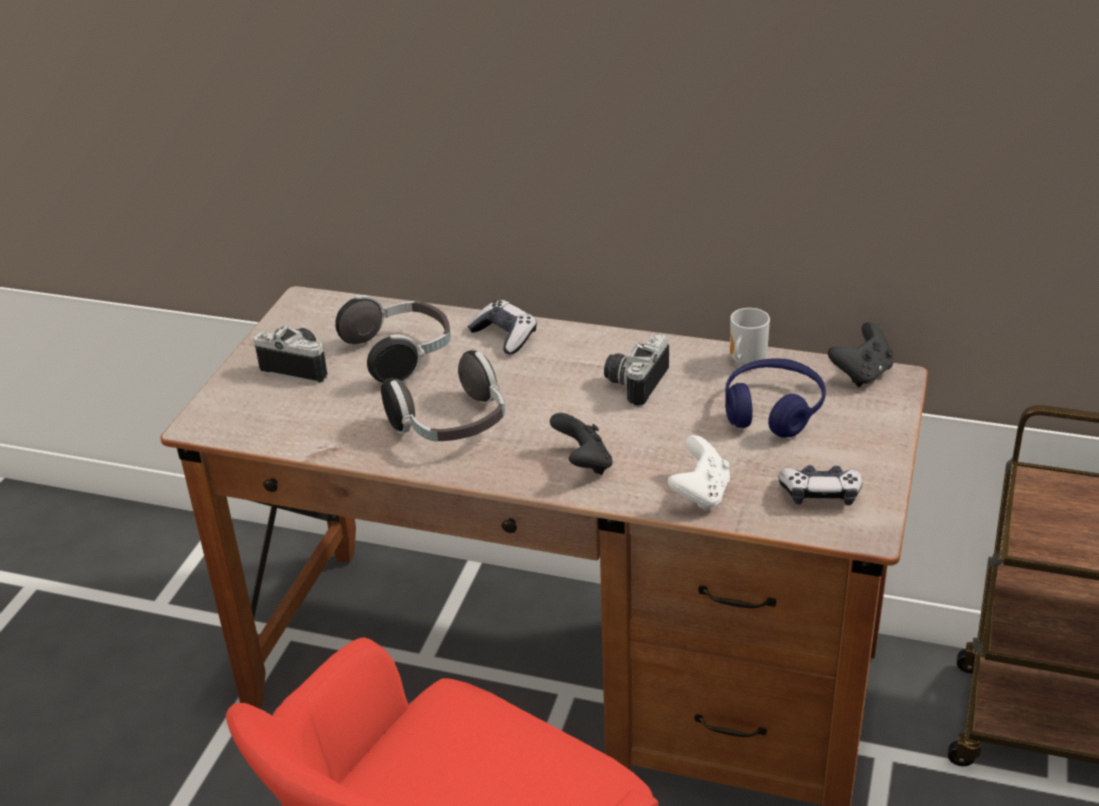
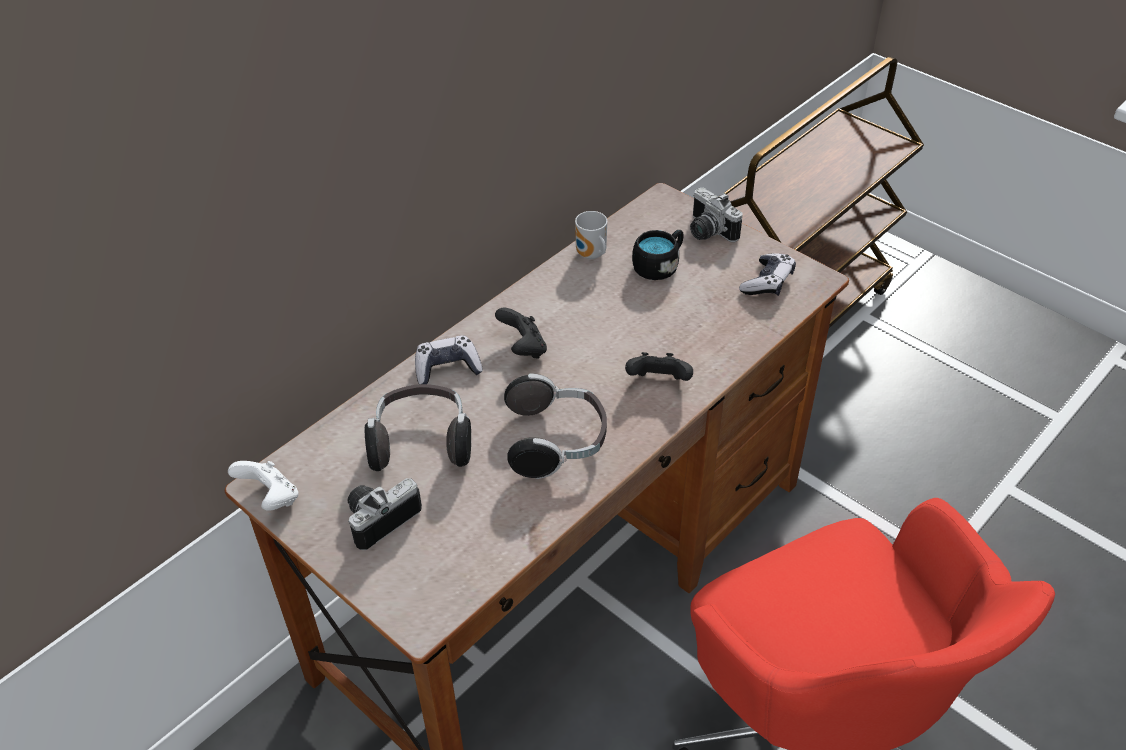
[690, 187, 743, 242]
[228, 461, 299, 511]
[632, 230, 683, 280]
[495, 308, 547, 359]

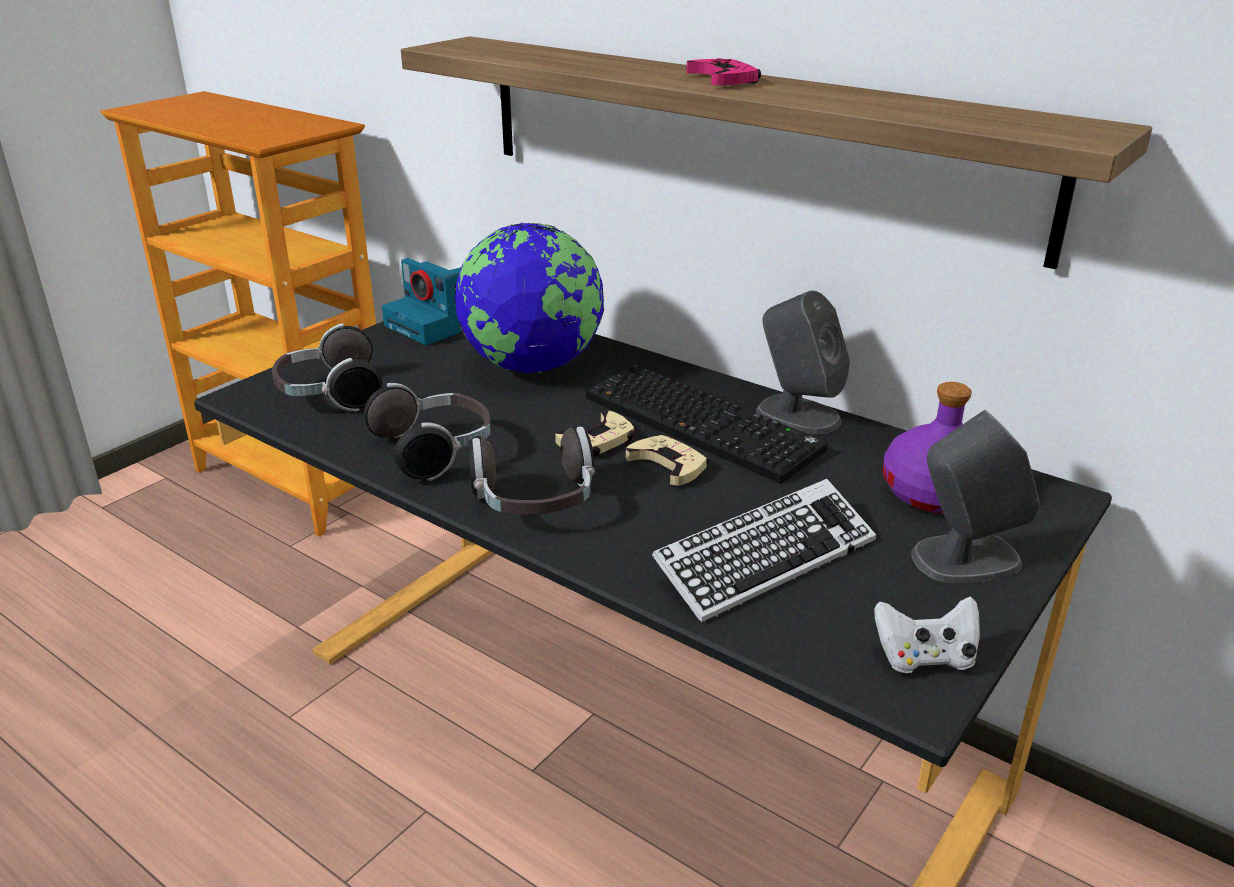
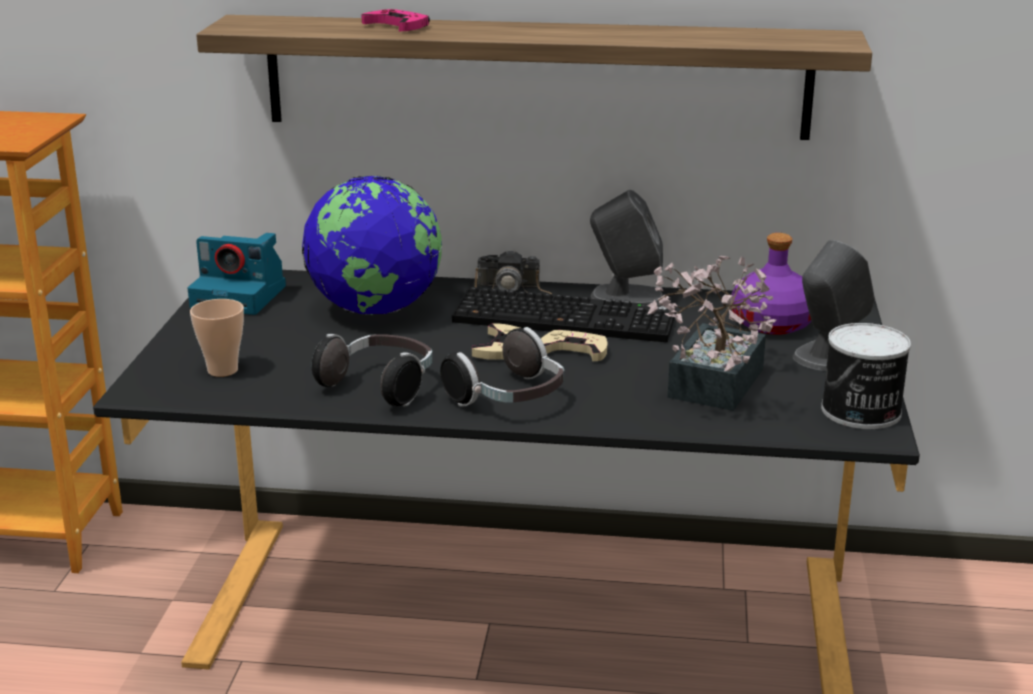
[190, 299, 244, 377]
[648, 256, 776, 411]
[362, 9, 430, 31]
[821, 323, 911, 429]
[475, 249, 552, 294]

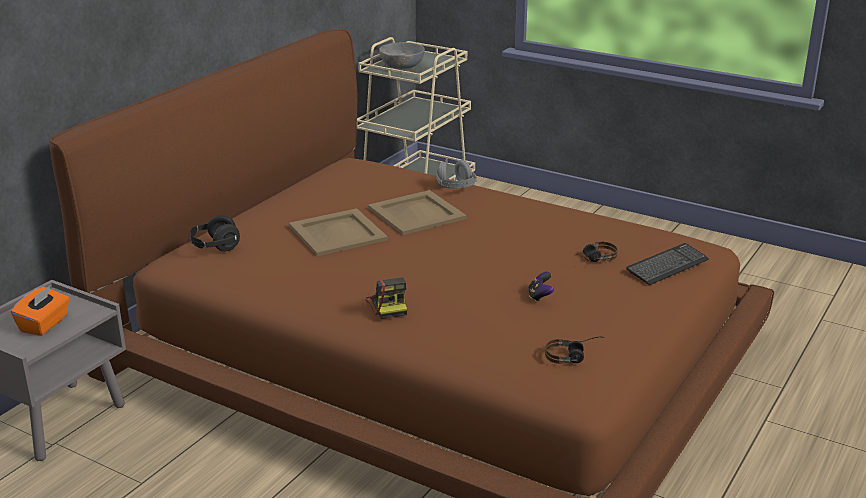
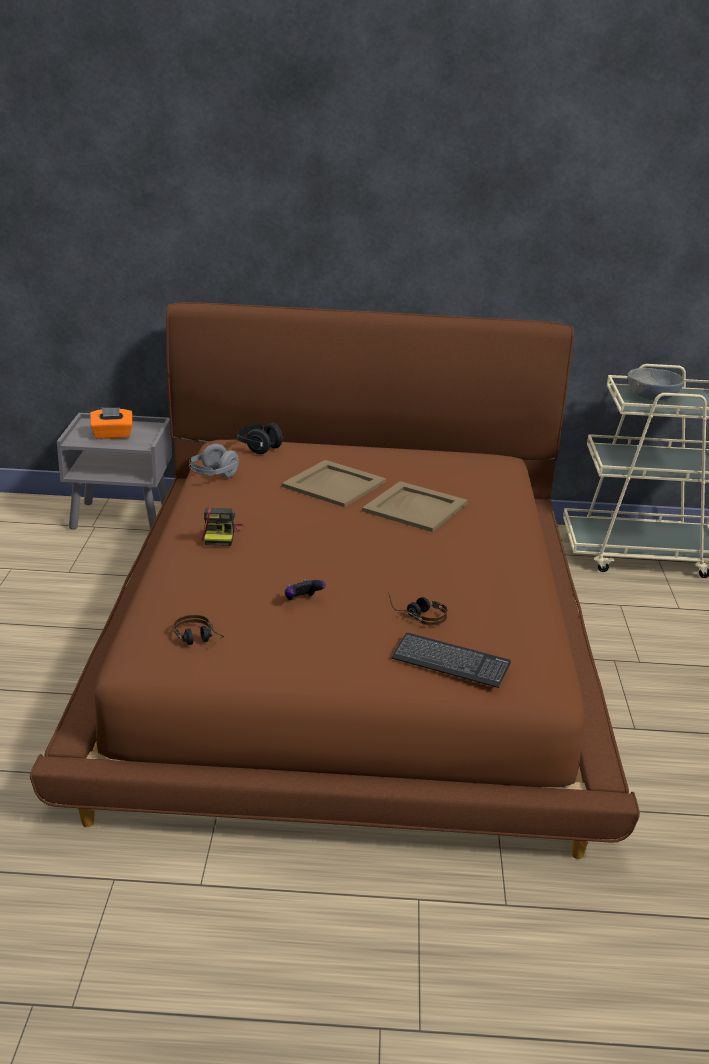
[202, 507, 244, 546]
[189, 444, 239, 478]

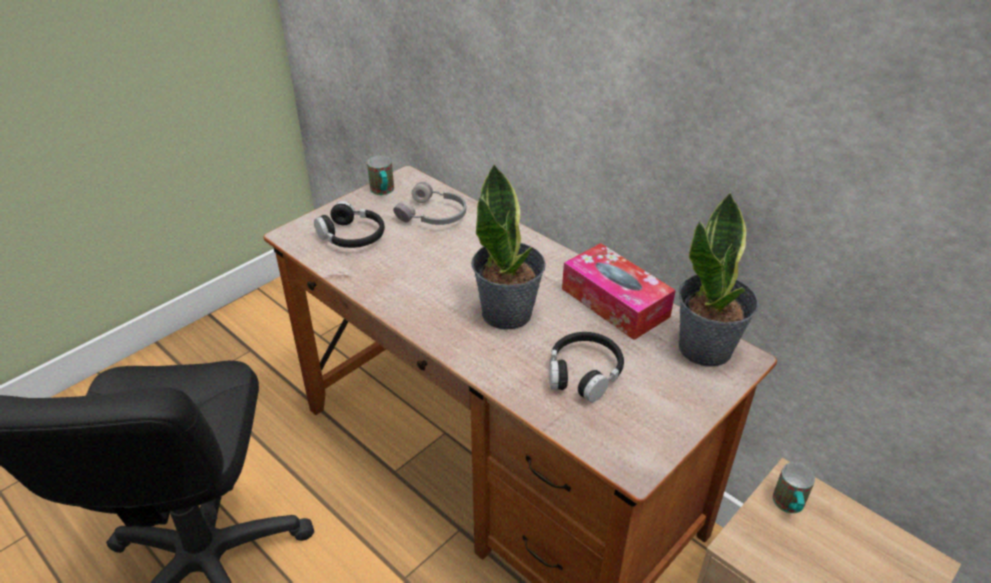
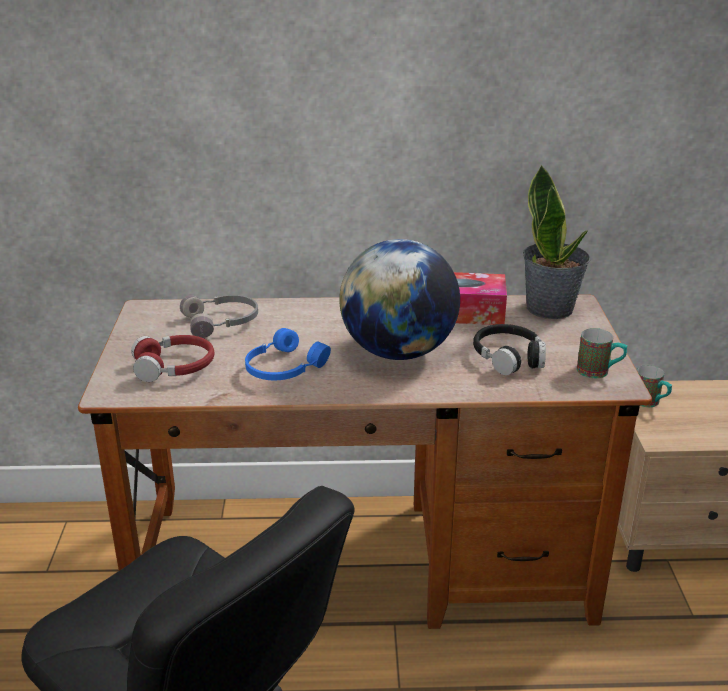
[131, 335, 215, 382]
[577, 328, 628, 378]
[339, 239, 460, 360]
[245, 328, 331, 380]

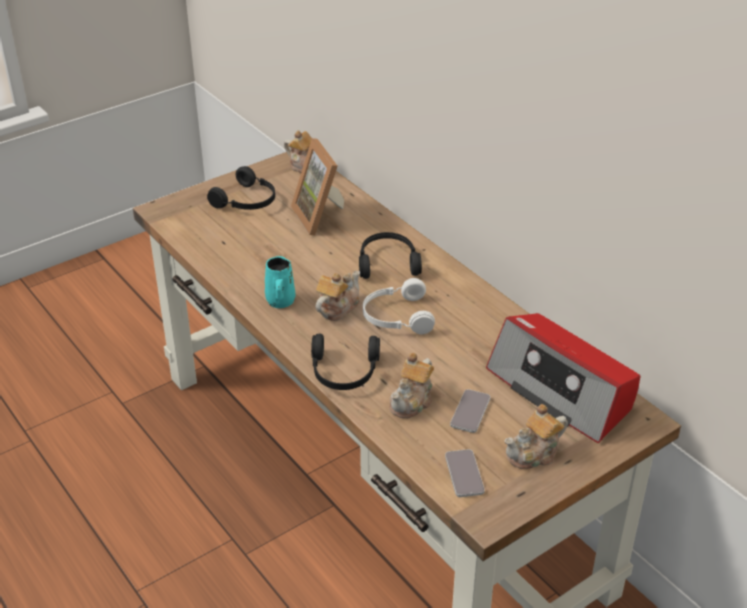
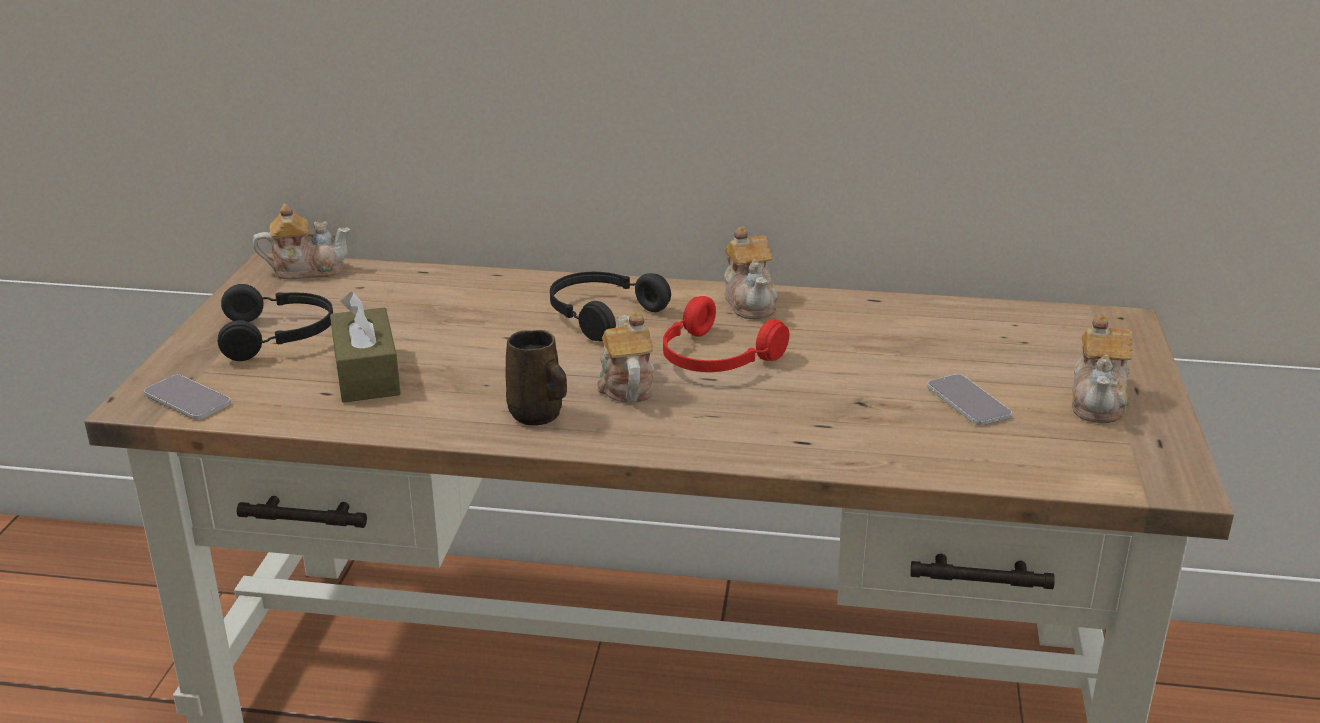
[505, 330, 567, 426]
[291, 138, 344, 235] (first image)
[311, 334, 380, 390] (first image)
[663, 296, 789, 372]
[724, 226, 778, 319]
[144, 375, 231, 420]
[486, 313, 640, 443] (first image)
[330, 292, 401, 403]

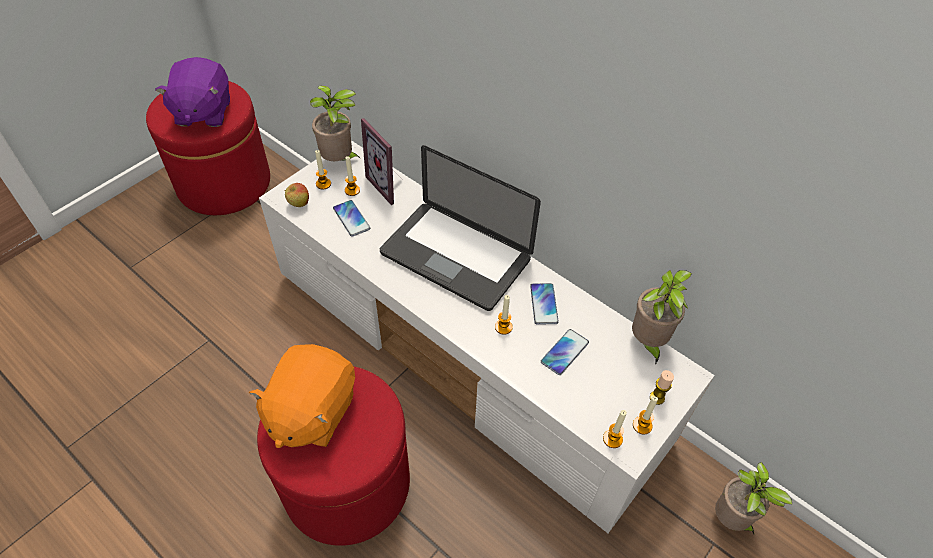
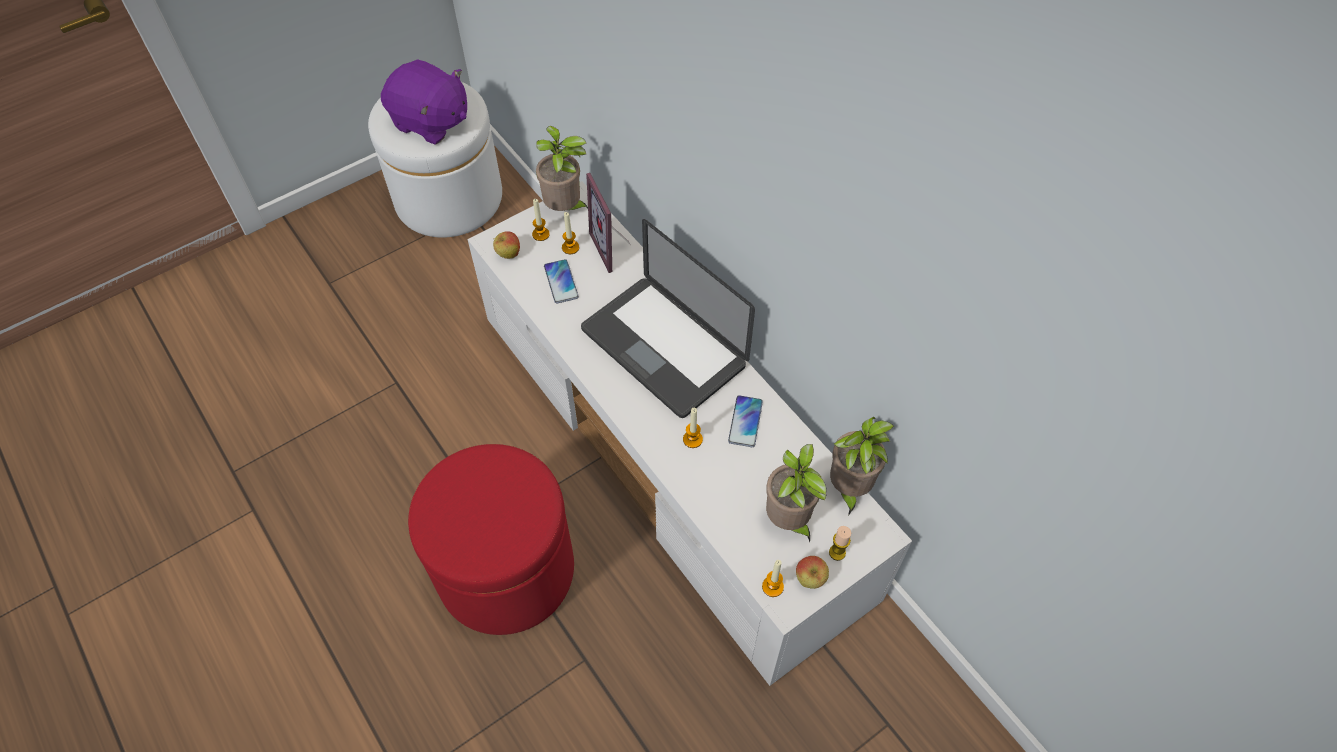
[368, 82, 502, 238]
[381, 59, 467, 145]
[249, 344, 355, 448] (first image)
[541, 329, 589, 375] (first image)
[796, 556, 829, 589]
[766, 444, 827, 542]

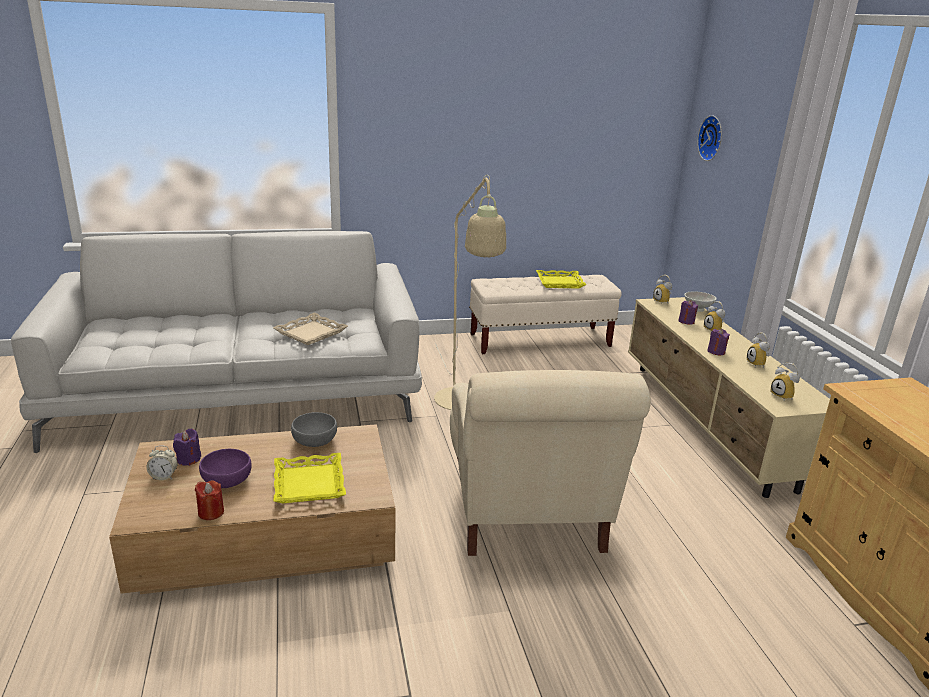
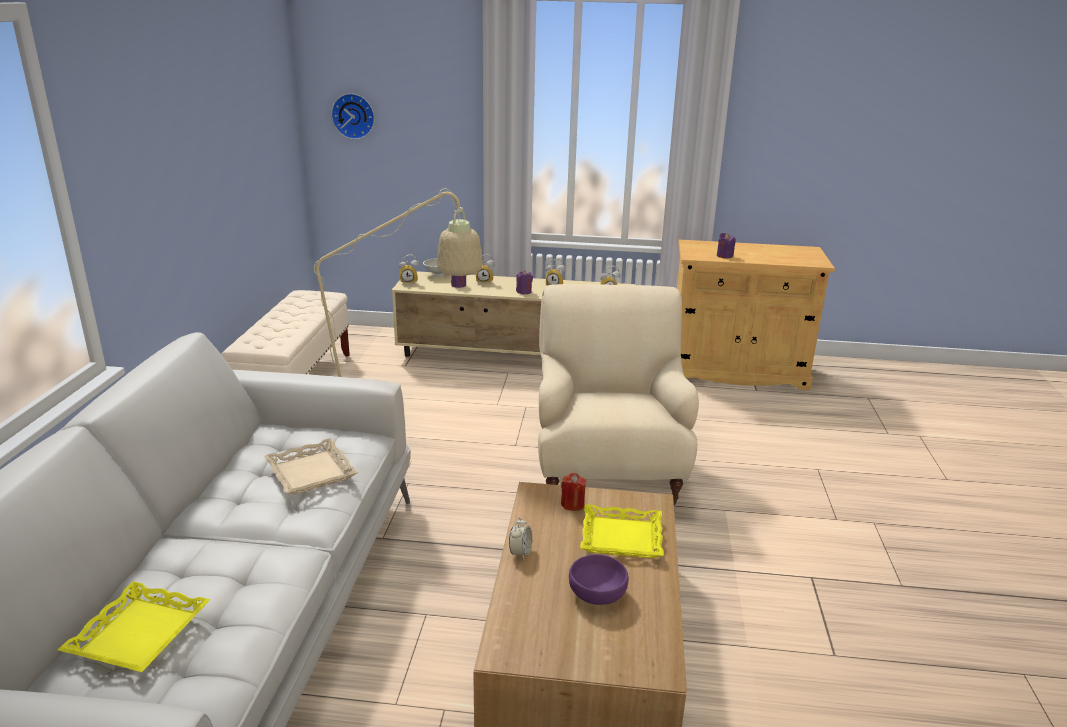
[509, 517, 532, 559]
[717, 233, 736, 258]
[561, 473, 586, 511]
[291, 412, 337, 447] (first image)
[538, 284, 699, 505]
[58, 581, 211, 672]

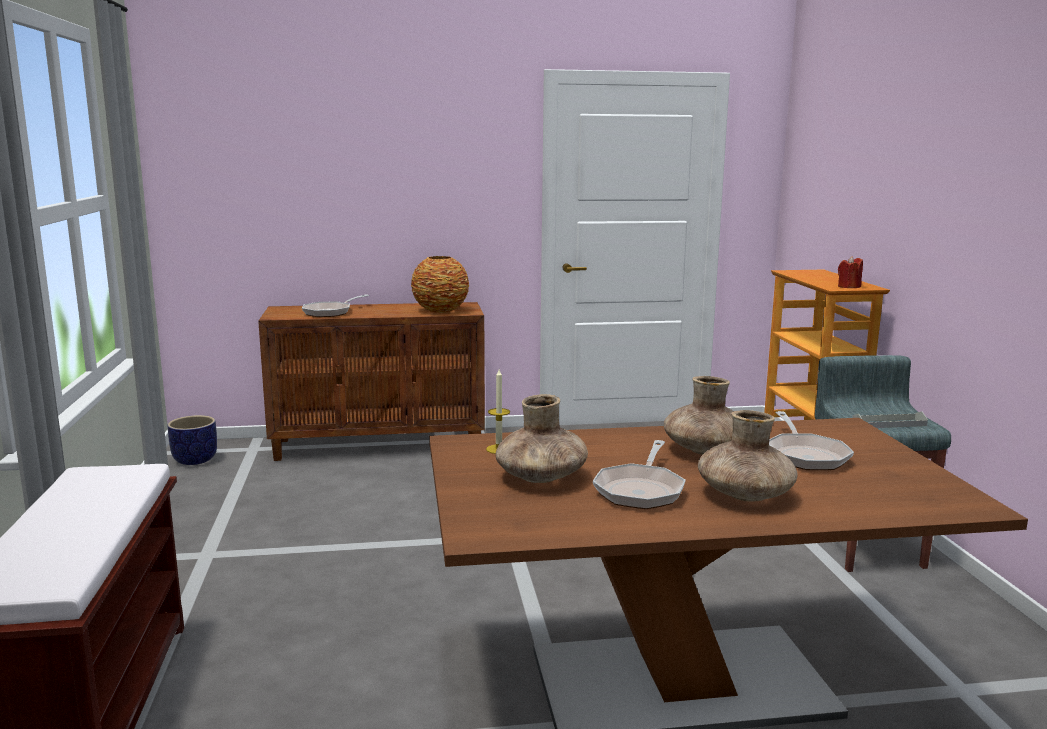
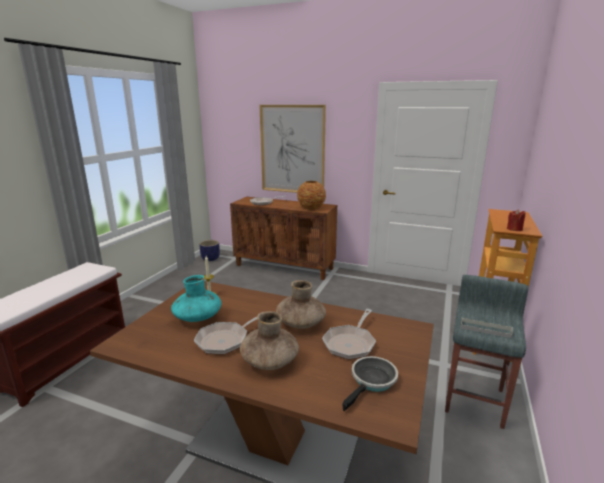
[171, 275, 221, 322]
[259, 105, 326, 193]
[342, 356, 398, 411]

